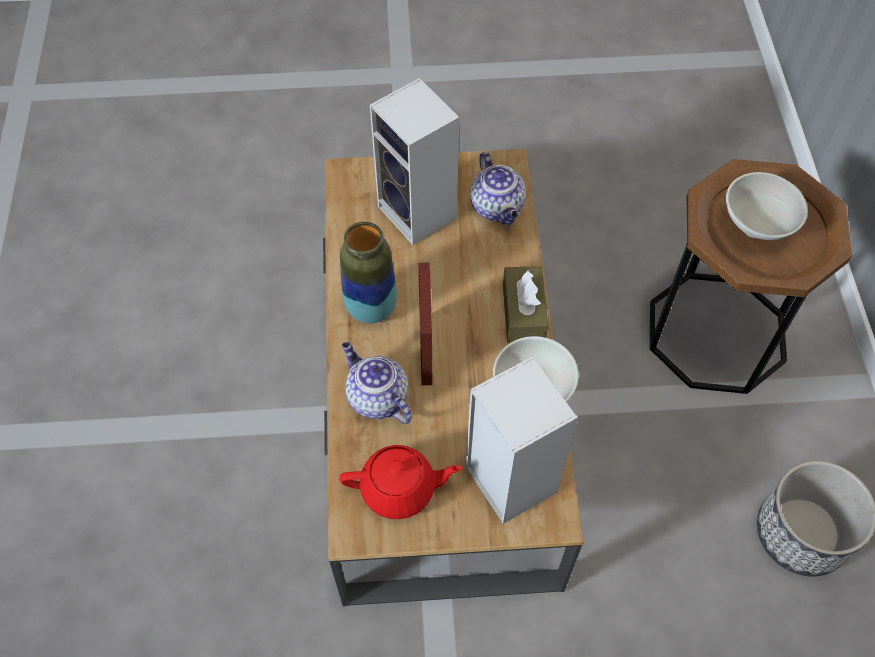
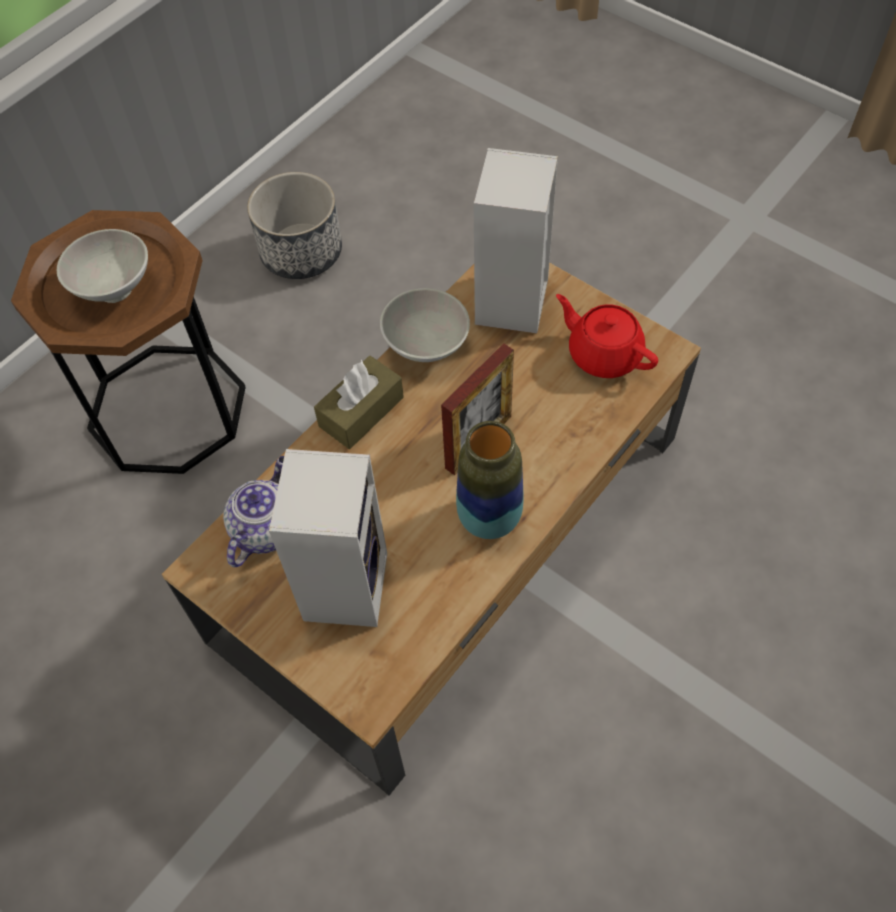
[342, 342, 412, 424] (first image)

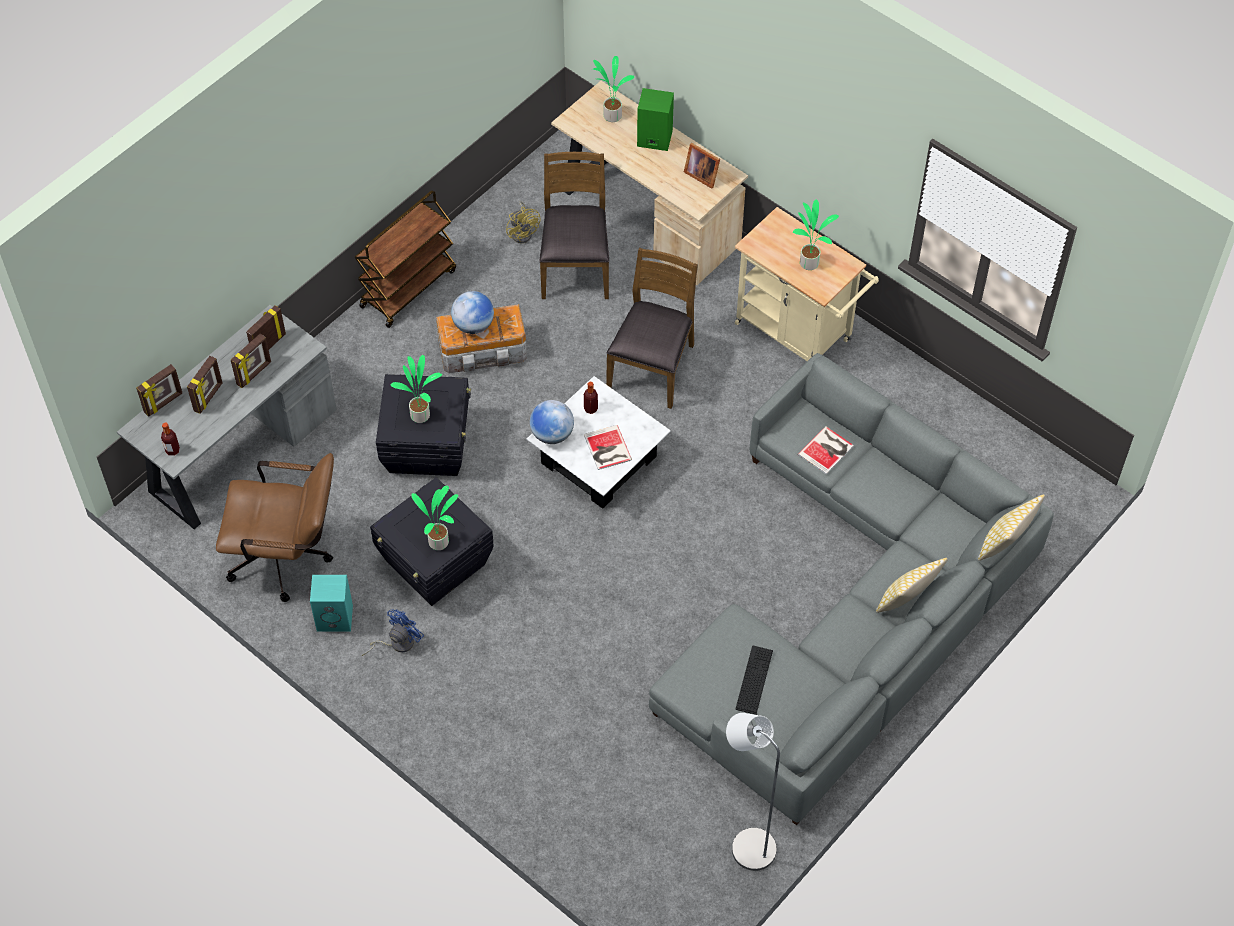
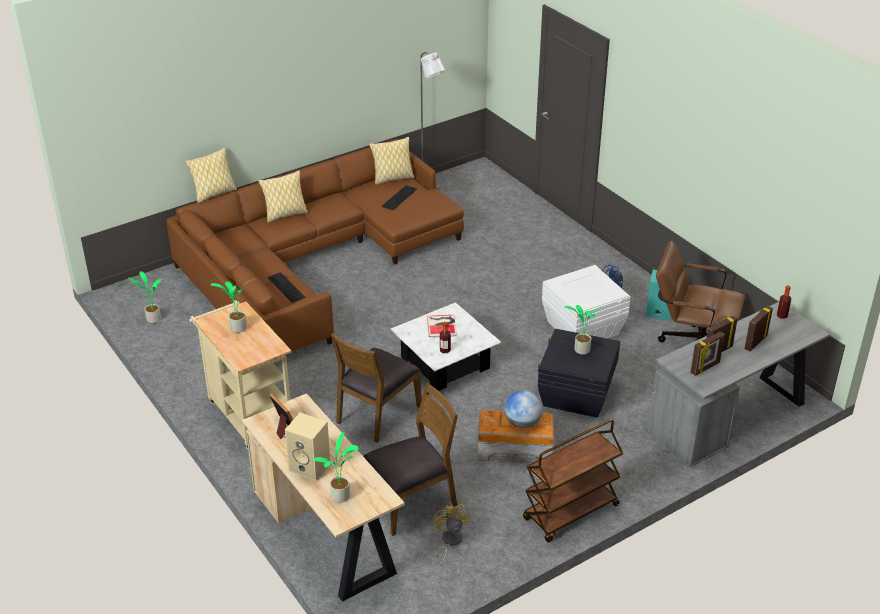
[136, 364, 182, 417] (first image)
[542, 265, 631, 338]
[128, 271, 161, 323]
[530, 400, 574, 444] (first image)
[363, 383, 458, 536]
[285, 413, 330, 481]
[166, 139, 464, 351]
[268, 272, 305, 303]
[369, 137, 414, 185]

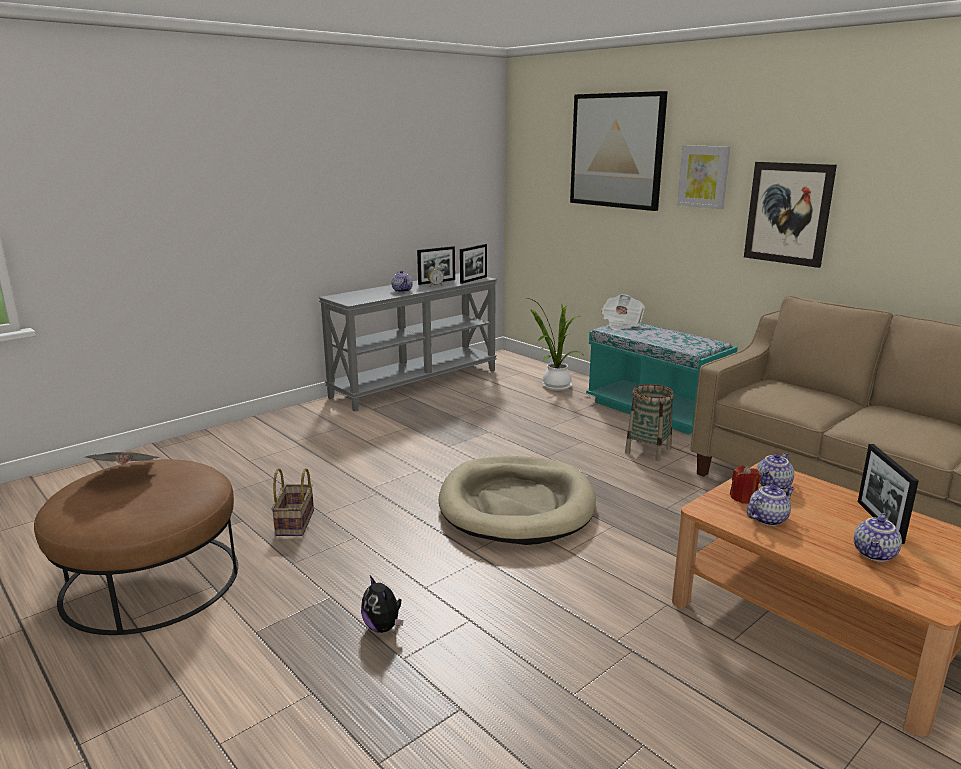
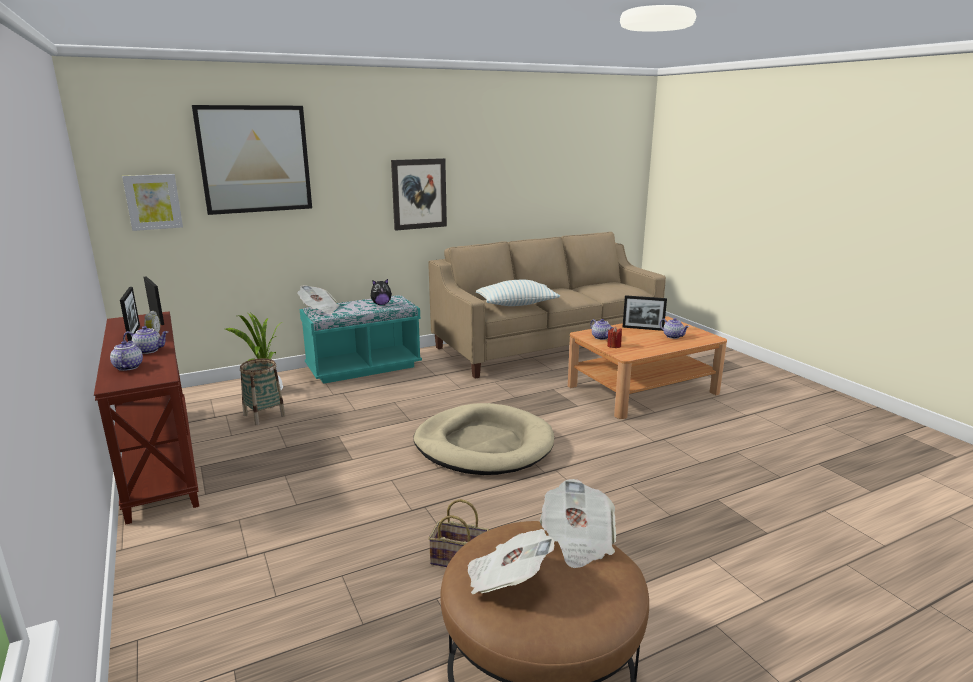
[94, 311, 199, 525]
[371, 279, 392, 305]
[240, 358, 286, 425]
[122, 174, 183, 231]
[110, 341, 143, 371]
[476, 280, 560, 306]
[540, 479, 616, 568]

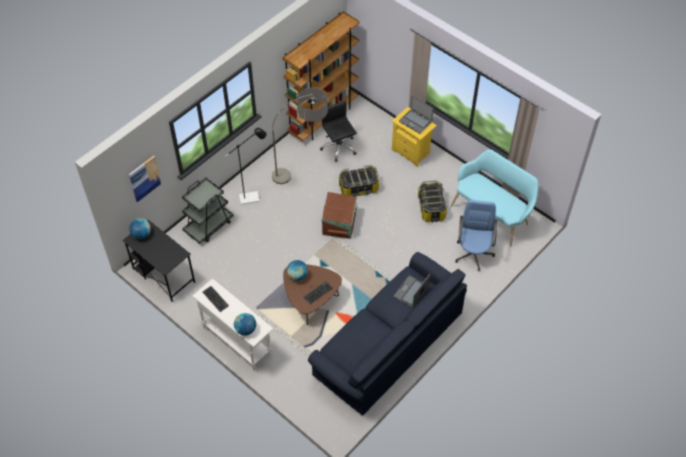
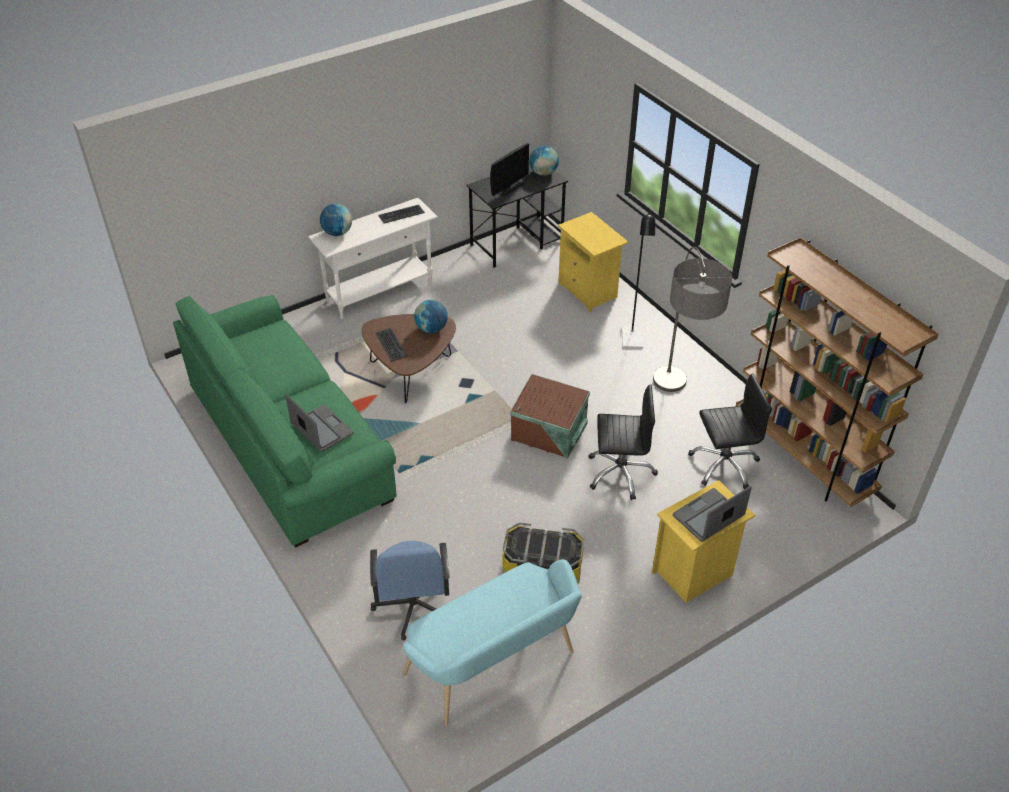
[129, 156, 162, 202] (first image)
[558, 212, 628, 312]
[173, 295, 397, 548]
[589, 384, 658, 500]
[370, 541, 450, 641]
[490, 143, 529, 197]

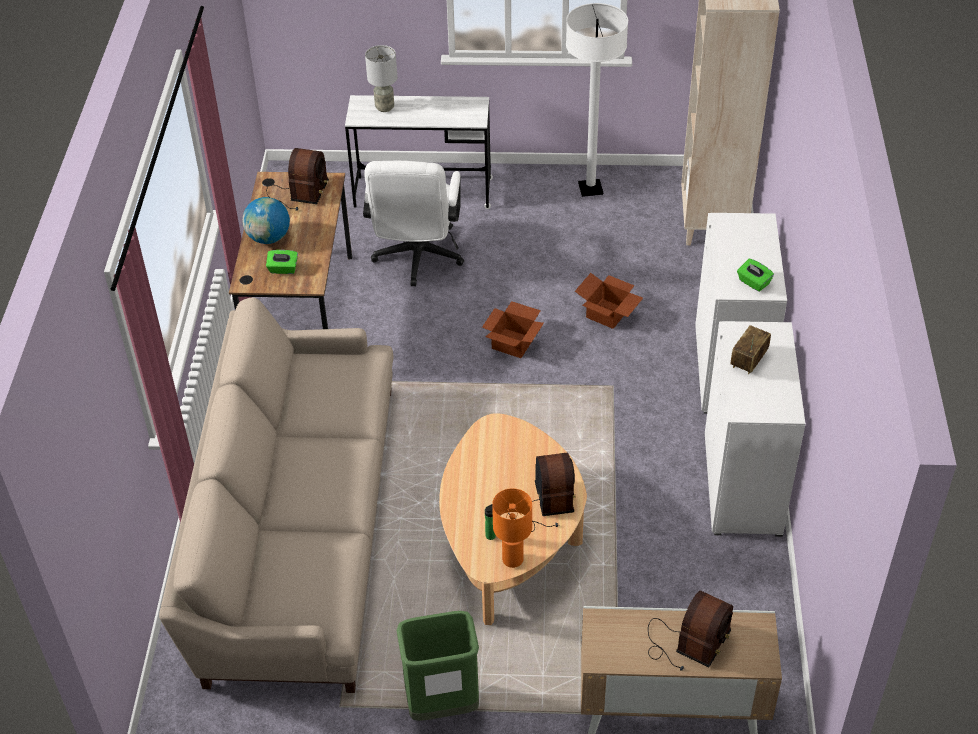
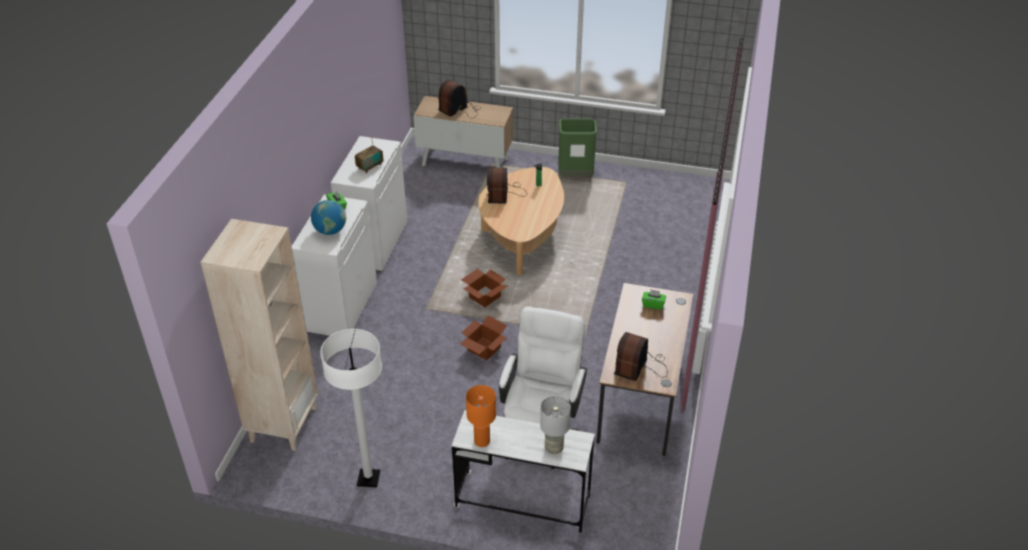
[159, 297, 393, 693] (first image)
[311, 200, 346, 235]
[466, 385, 496, 447]
[461, 269, 507, 308]

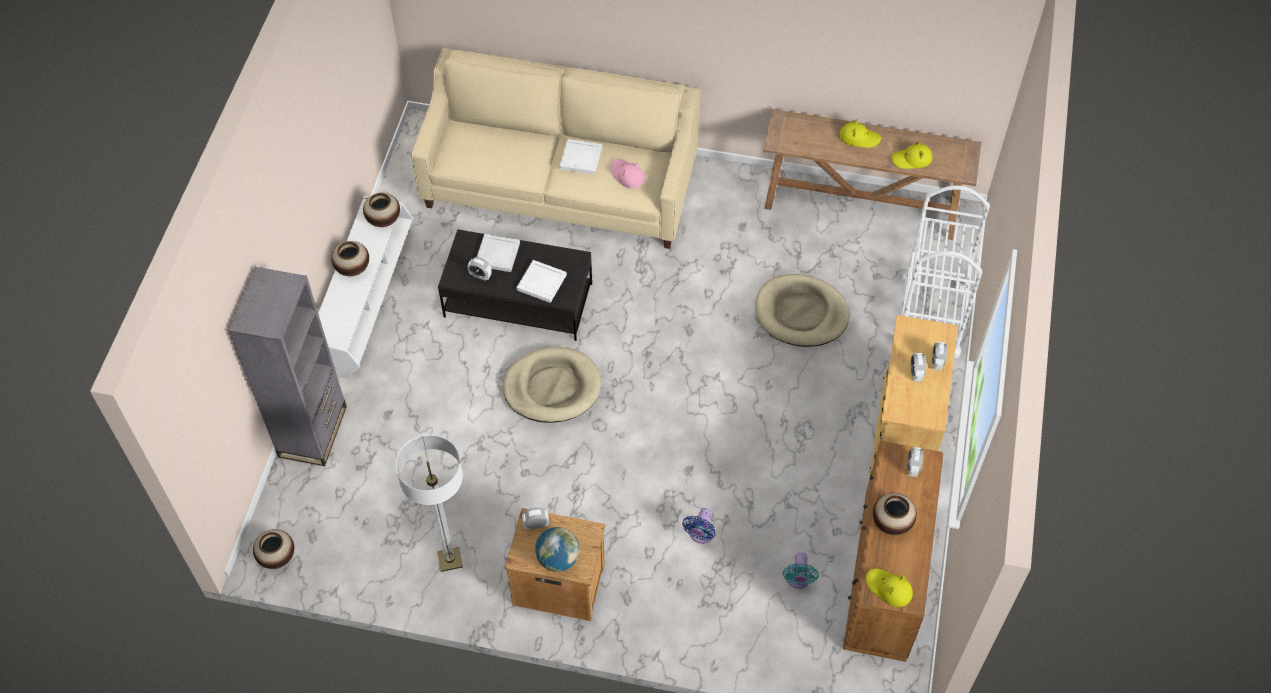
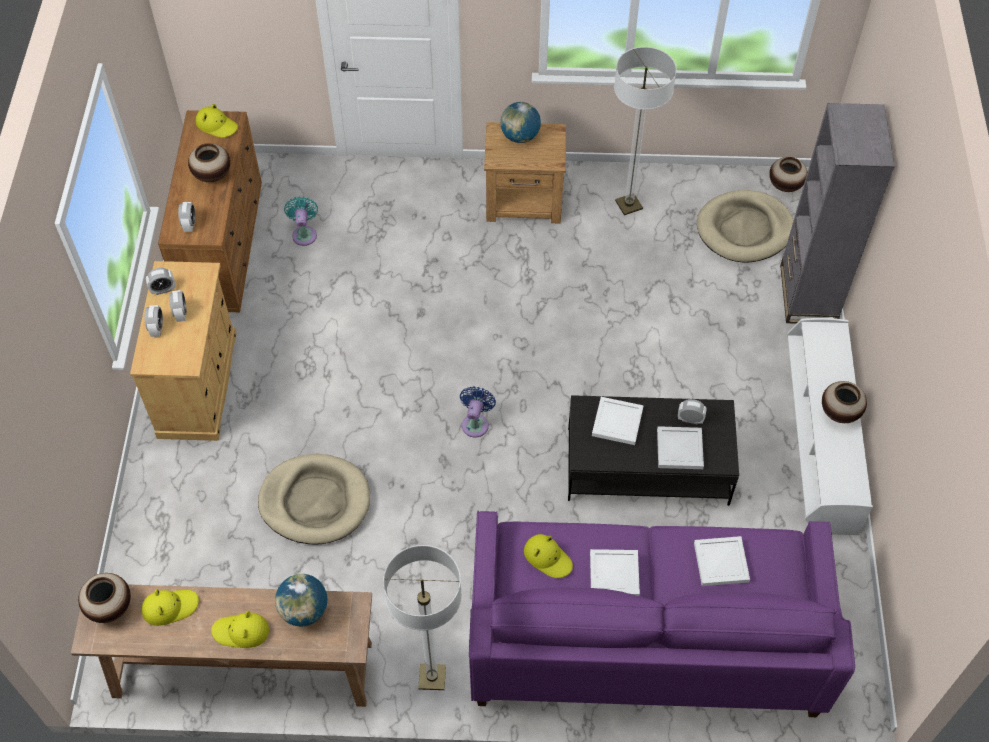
[78, 573, 131, 623]
[469, 511, 855, 717]
[697, 190, 794, 262]
[146, 268, 175, 295]
[524, 534, 573, 578]
[460, 387, 496, 437]
[892, 185, 990, 358] (first image)
[275, 574, 327, 626]
[383, 545, 462, 690]
[694, 536, 750, 586]

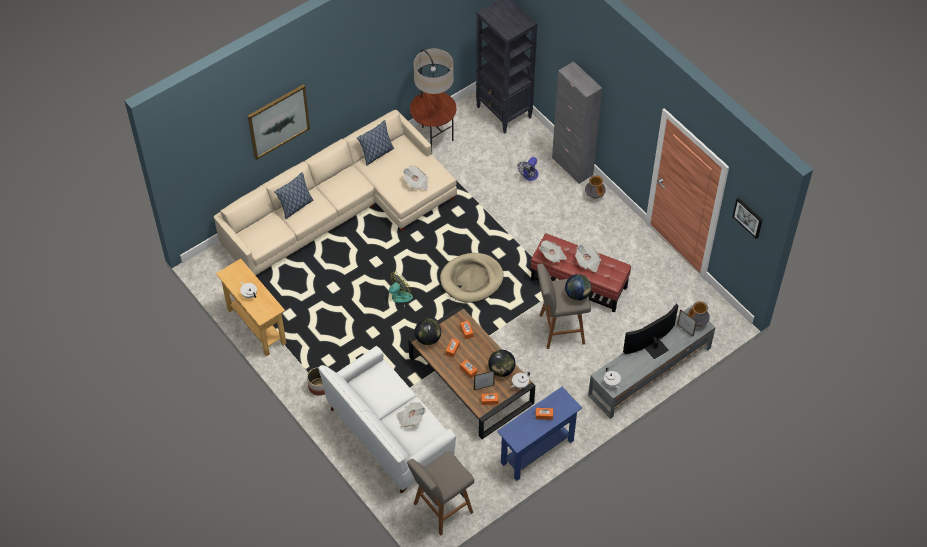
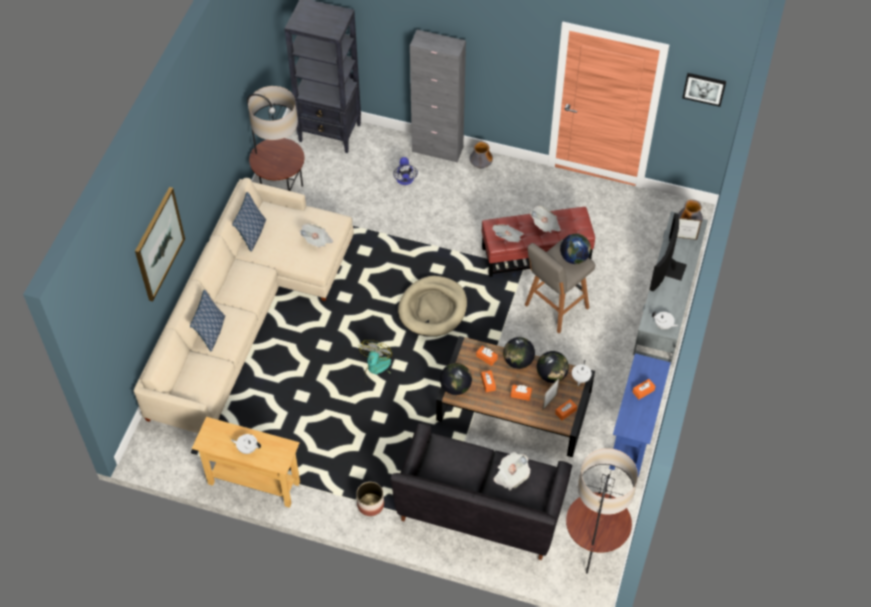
[390, 423, 572, 560]
[566, 448, 638, 574]
[503, 337, 535, 369]

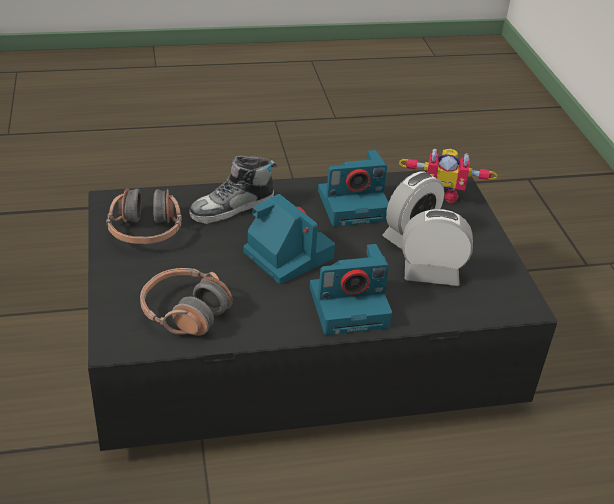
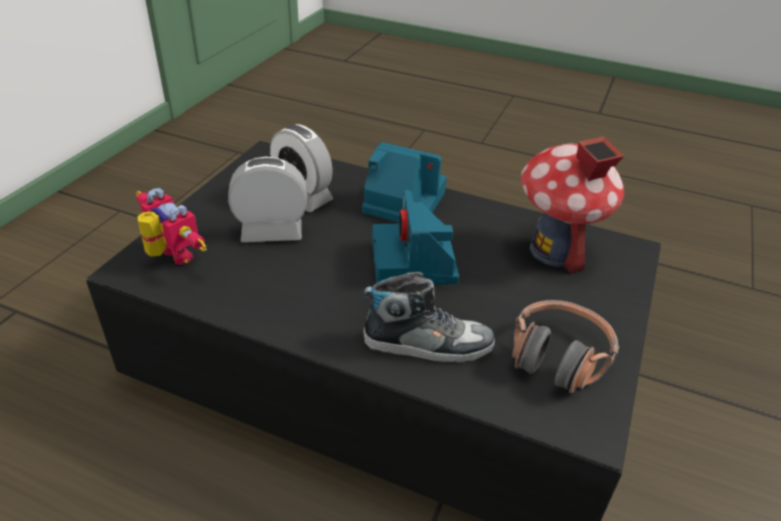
[521, 136, 625, 274]
[318, 150, 389, 226] (first image)

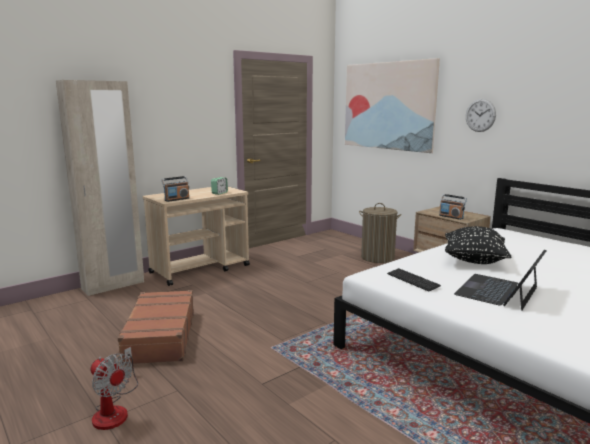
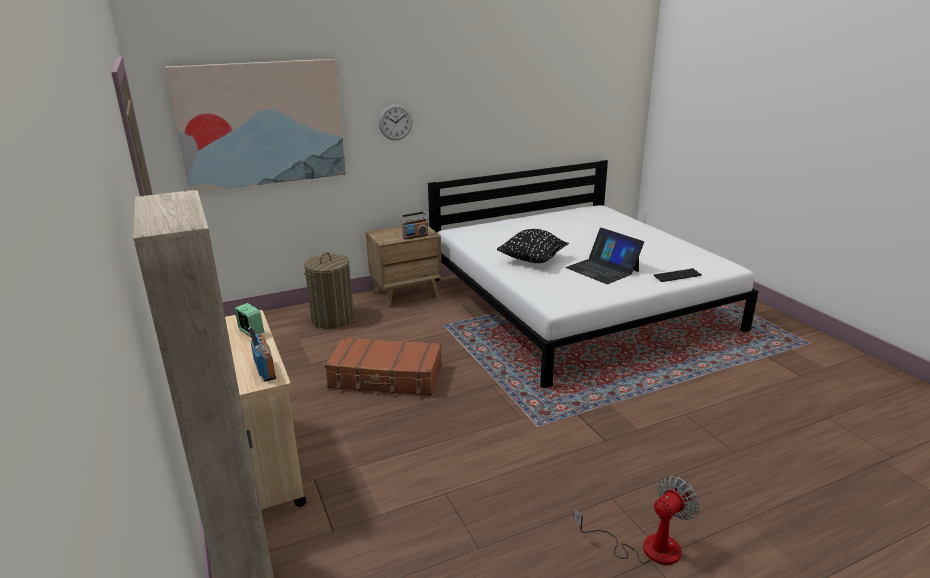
[325, 337, 442, 396]
[654, 268, 701, 282]

